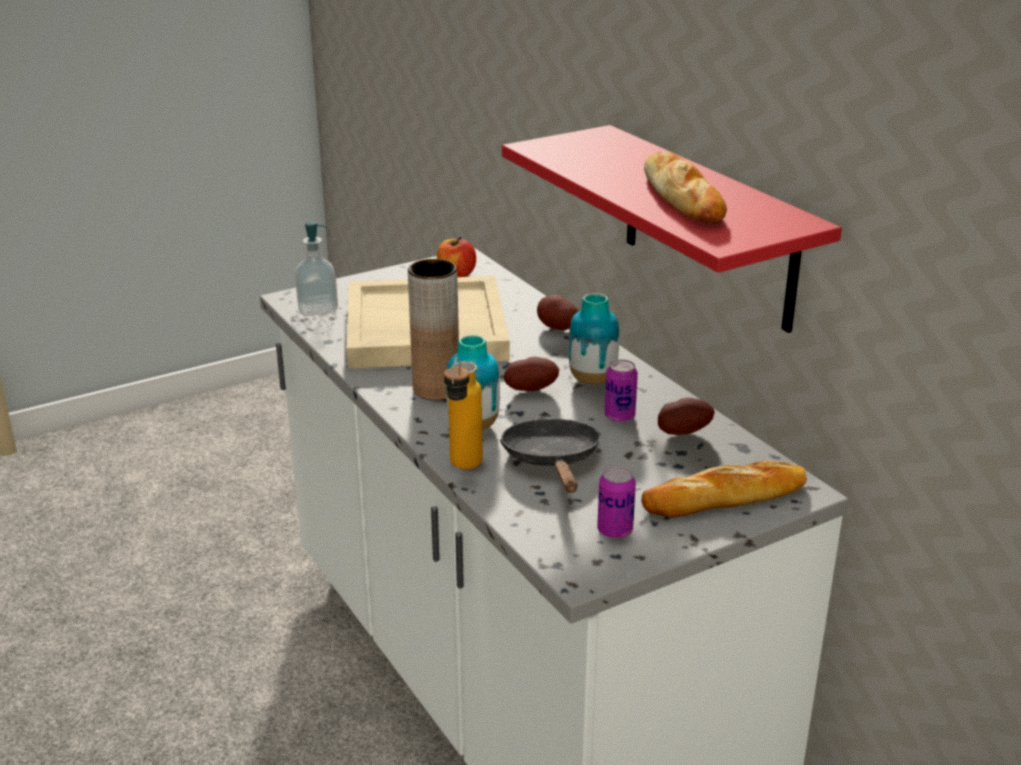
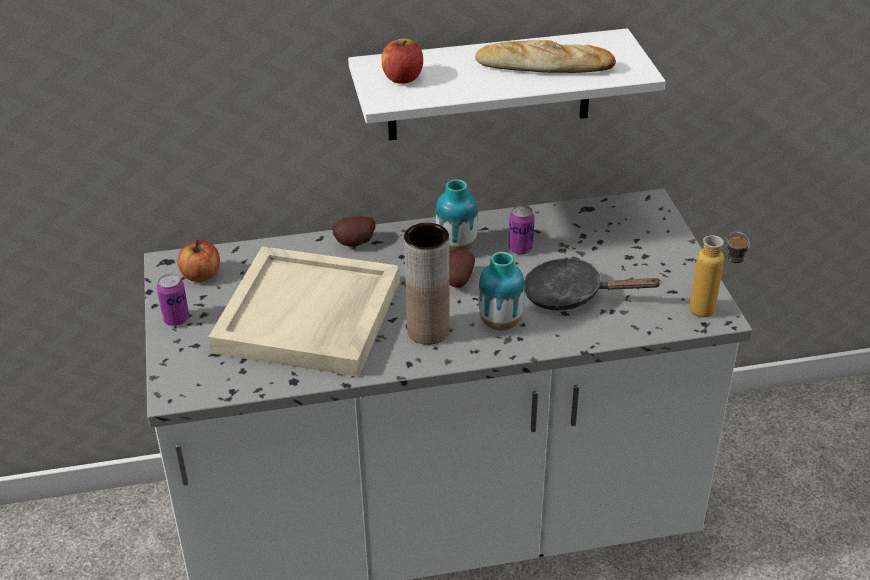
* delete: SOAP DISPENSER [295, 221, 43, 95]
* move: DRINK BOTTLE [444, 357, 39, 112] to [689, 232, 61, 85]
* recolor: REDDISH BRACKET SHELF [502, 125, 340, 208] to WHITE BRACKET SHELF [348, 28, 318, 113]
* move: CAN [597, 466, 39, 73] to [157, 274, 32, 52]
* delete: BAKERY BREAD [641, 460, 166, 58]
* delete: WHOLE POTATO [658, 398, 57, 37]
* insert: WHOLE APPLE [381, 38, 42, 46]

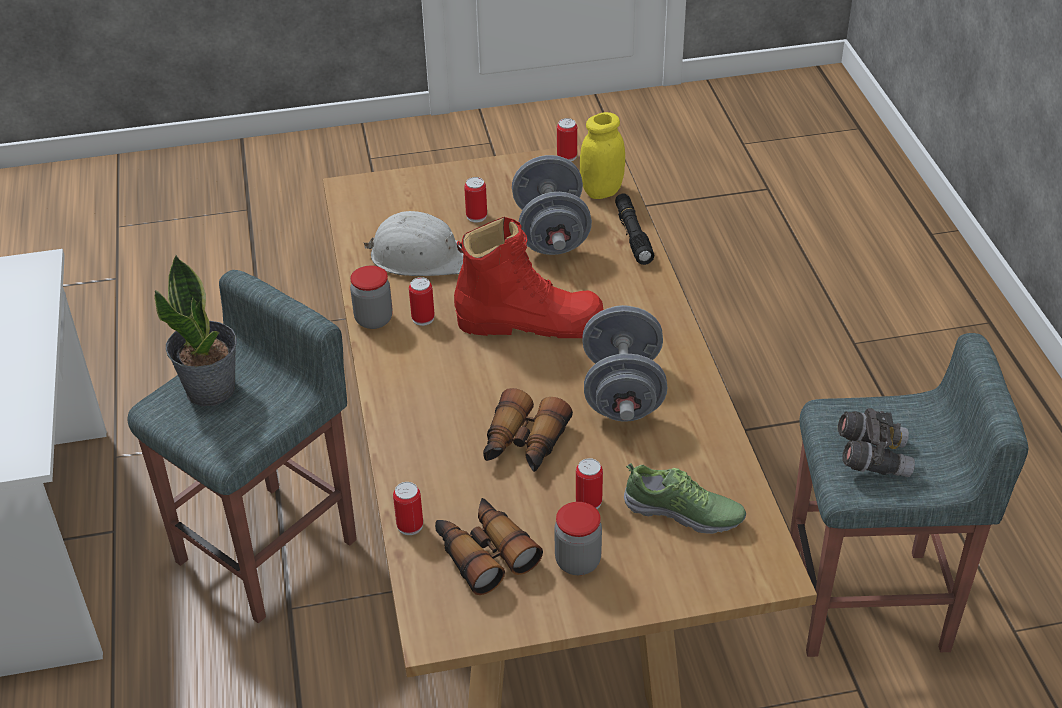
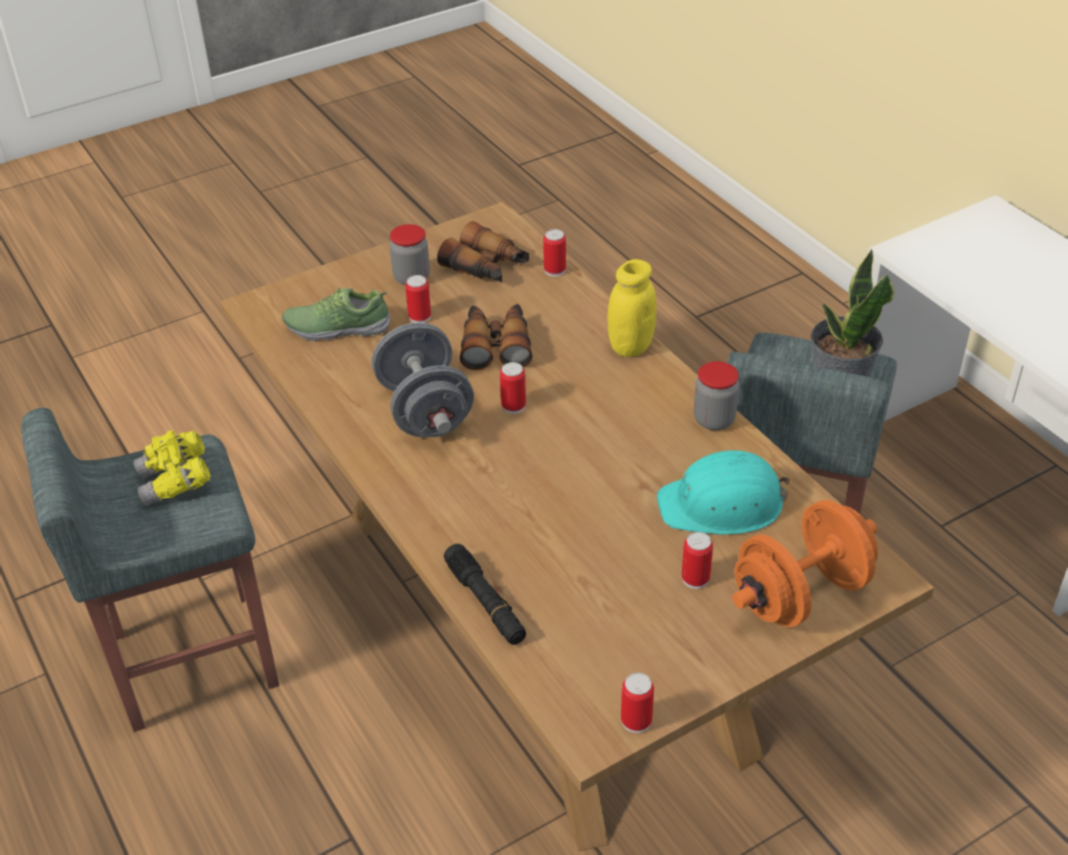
* recolor: WHITE HARD HAT [363, 211, 100, 65] to TURQUOISE HARD HAT [657, 450, 133, 85]
* move: CAN [409, 277, 26, 49] to [500, 362, 26, 52]
* delete: REDDISH BOOT [454, 217, 149, 121]
* delete: GREYISH HAND WEIGHT [512, 155, 80, 100]
* move: YELLOW-COLOURED PRESERVE JAR [580, 112, 45, 87] to [607, 259, 50, 98]
* recolor: GREYISH PAIR OF BINOCULARS [838, 408, 77, 69] to YELLOW-COLOURED PAIR OF BINOCULARS [133, 431, 77, 75]
* insert: ORANGE-COLOURED HAND WEIGHT [732, 500, 146, 127]

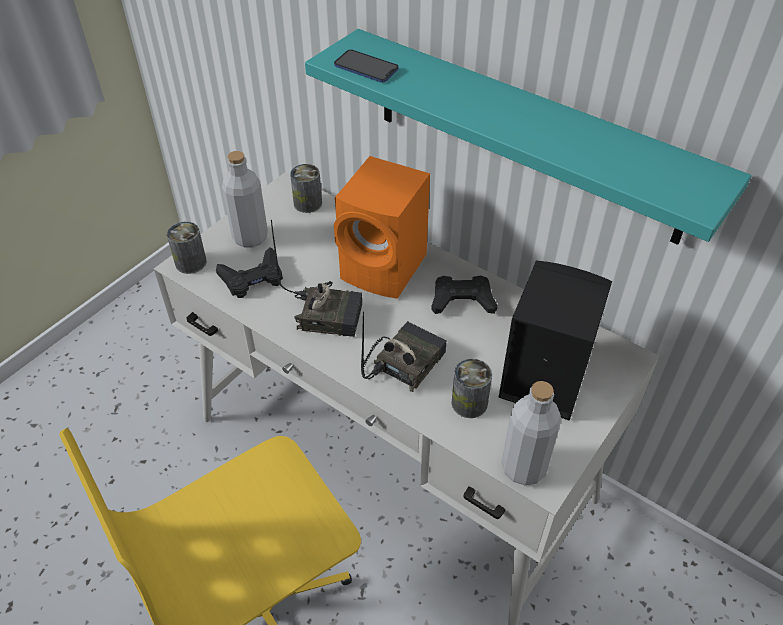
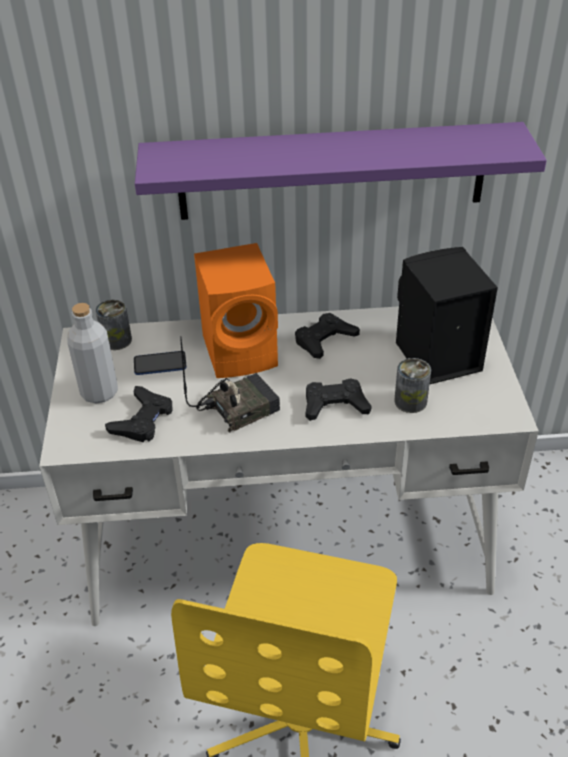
* delete: CAN [167, 222, 40, 52]
* recolor: TURQUOISE BRACKET SHELF [305, 29, 446, 216] to PURPLISH BRACKET SHELF [135, 122, 412, 98]
* move: HANDSET [334, 49, 65, 34] to [134, 351, 53, 24]
* replace: RADIO [361, 312, 86, 80] to BLACK GAMEPAD [305, 378, 66, 43]
* delete: GREYISH DRINK BOTTLE [501, 381, 61, 104]

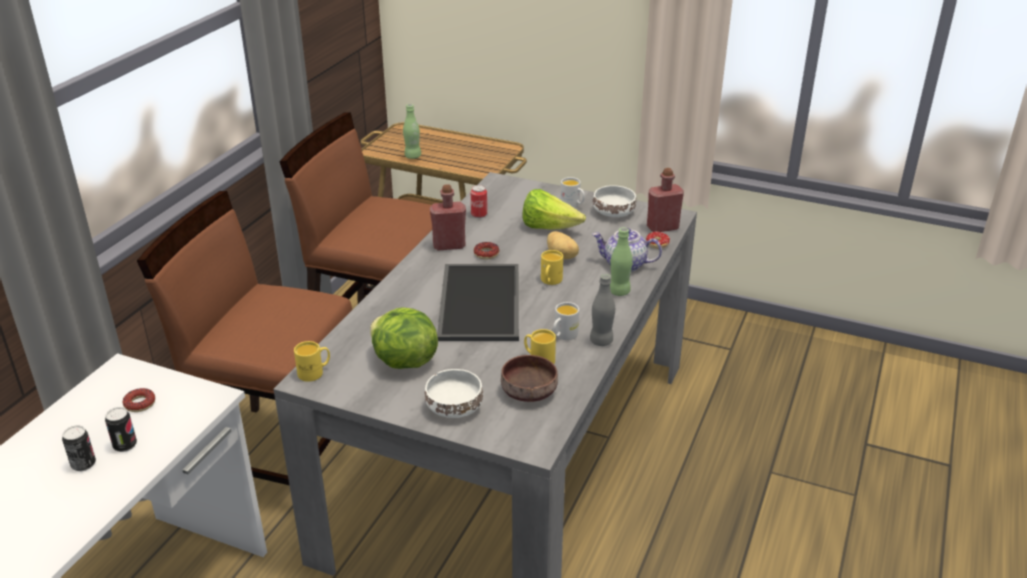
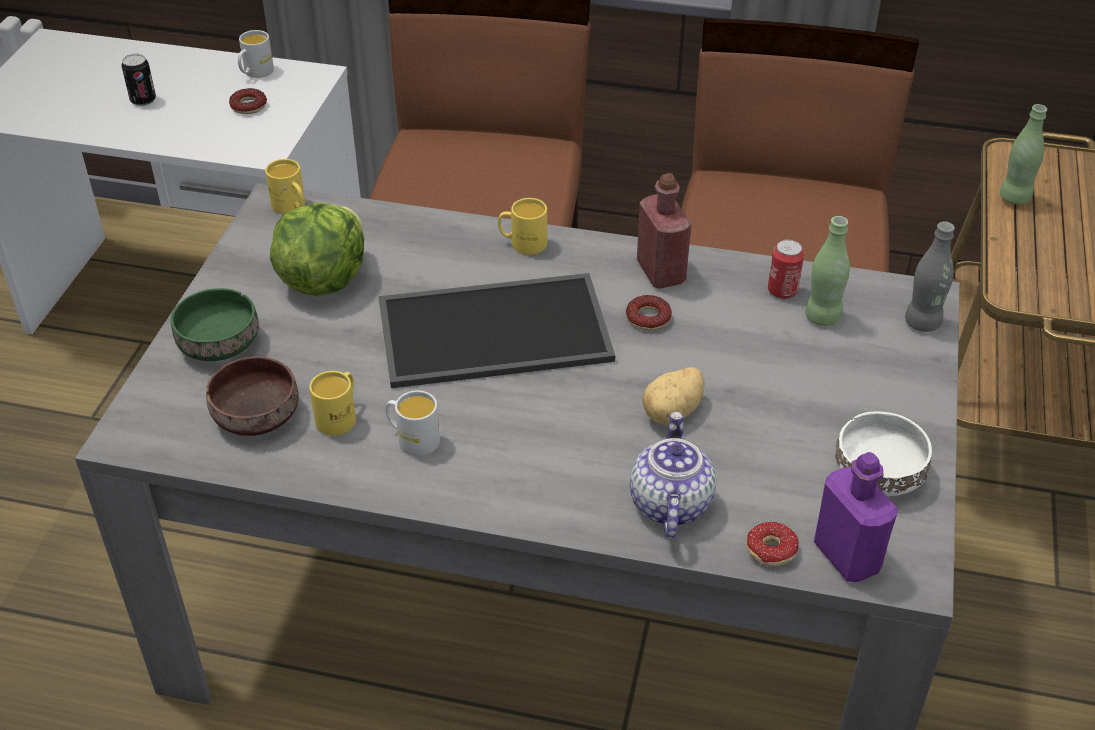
* delete: CAN [105, 407, 32, 45]
* recolor: WHITE SERVING BOWL [425, 369, 58, 49] to GREENISH SERVING BOWL [171, 288, 88, 73]
* delete: LETTUCE [522, 189, 64, 40]
* move: YELLOW-COLOURED MUG [541, 250, 22, 35] to [498, 198, 49, 57]
* move: WHITE MUG [560, 177, 25, 31] to [238, 30, 36, 48]
* move: GREYISH DRINK BOTTLE [590, 274, 25, 72] to [905, 221, 50, 111]
* move: GREENISH DRINK BOTTLE [610, 227, 23, 69] to [805, 216, 45, 110]
* recolor: REDDISH DRINK BOTTLE [647, 168, 37, 64] to PURPLISH DRINK BOTTLE [814, 452, 84, 130]

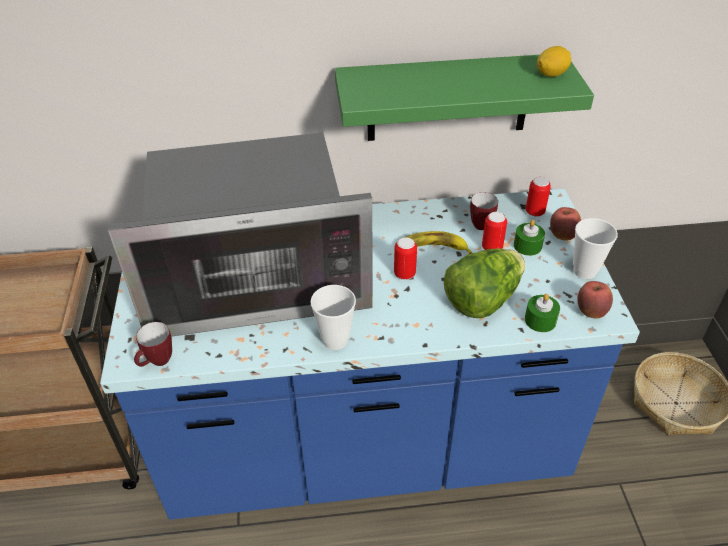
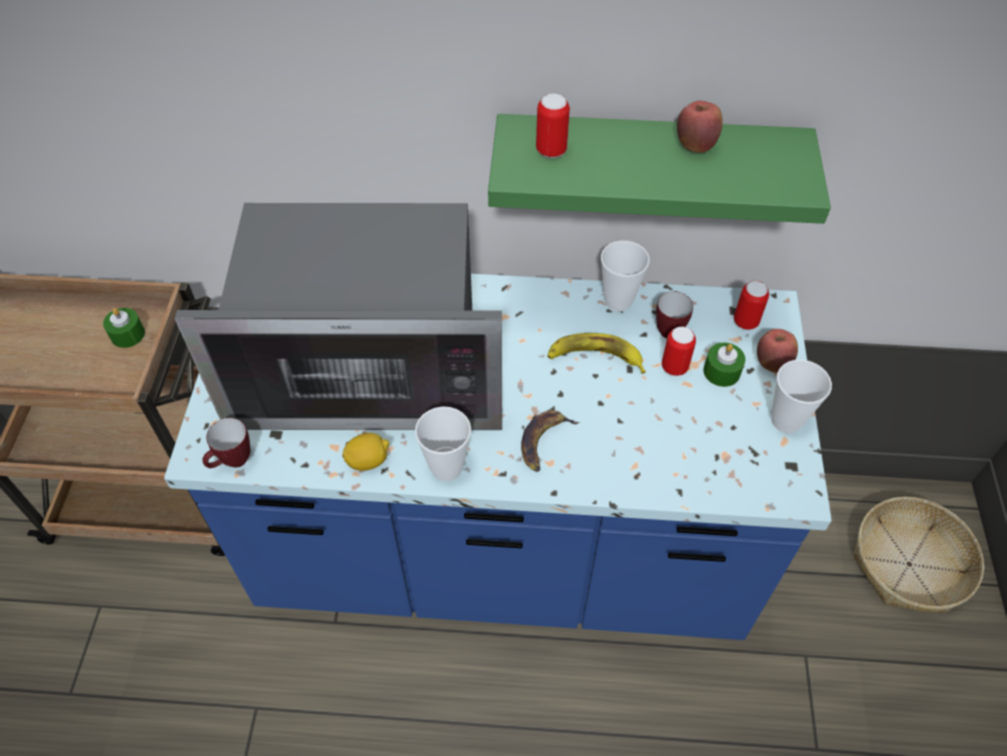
* move: CAN [394, 237, 23, 43] to [536, 94, 34, 64]
* delete: LETTUCE [444, 248, 81, 70]
* move: GREENISH WAX LIGHT [525, 294, 35, 38] to [103, 308, 42, 40]
* move: WHOLE LEMON [537, 46, 34, 31] to [342, 433, 47, 38]
* move: WHOLE APPLE [577, 281, 36, 37] to [677, 101, 46, 52]
* insert: BANANA FRUIT [521, 410, 59, 62]
* insert: SMALL CUP [601, 241, 49, 70]

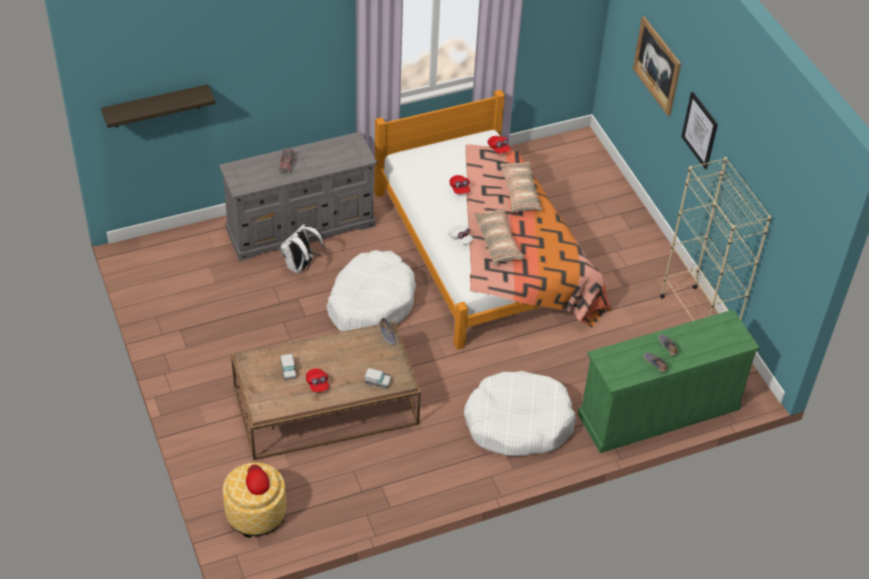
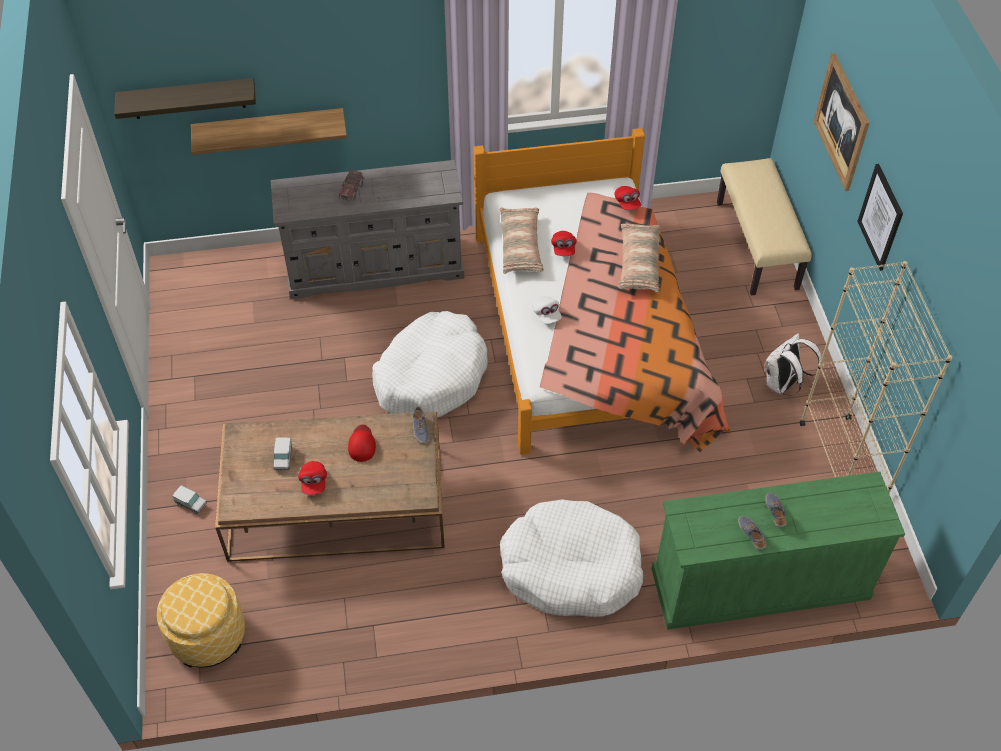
* move: REDDISH BASEBALL CAP [246, 464, 24, 31] to [348, 425, 28, 37]
* move: WHITE RUCKSACK [280, 224, 44, 49] to [765, 333, 56, 63]
* move: TOY LORRY [365, 368, 26, 21] to [172, 485, 35, 29]
* move: PILLOW [474, 209, 50, 55] to [500, 208, 44, 66]
* insert: BRACKET SHELF [191, 108, 156, 47]
* insert: BEIGE INDOOR BENCH [717, 158, 95, 138]

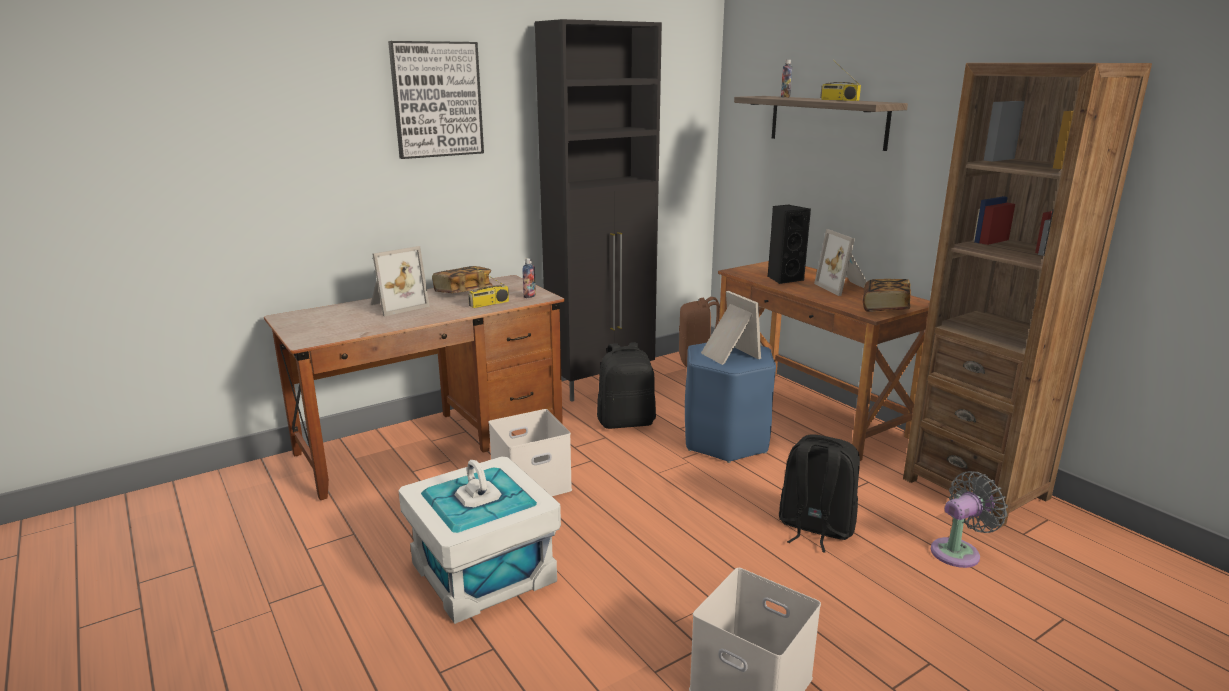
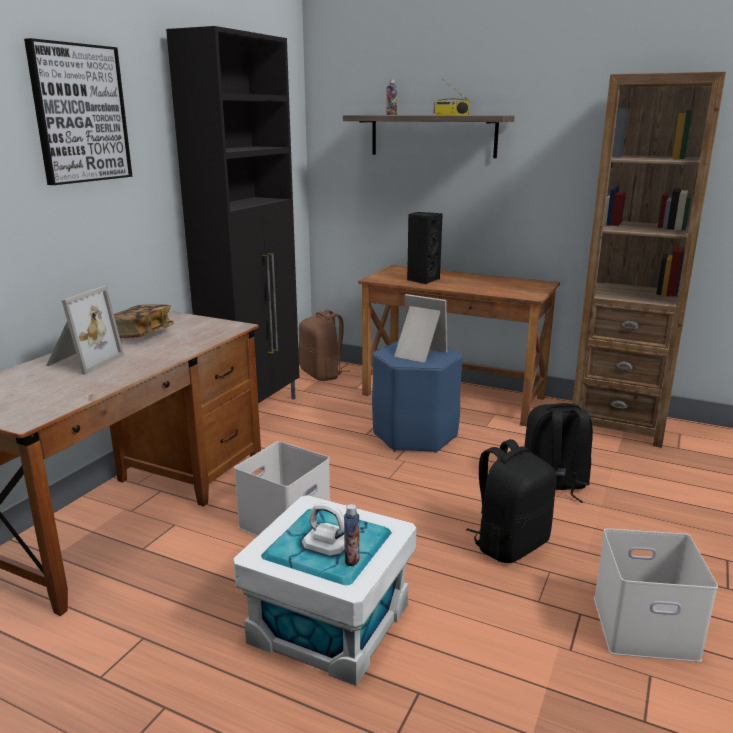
* delete: RADIO [468, 267, 41, 41]
* move: DRINK BOTTLE [522, 258, 14, 40] to [344, 504, 15, 62]
* move: BLACK RUCKSACK [597, 342, 59, 87] to [466, 439, 91, 124]
* delete: PHOTO FRAME [814, 229, 53, 67]
* delete: BOOK [863, 279, 48, 33]
* delete: GREYISH ELECTRIC FAN [931, 471, 77, 97]

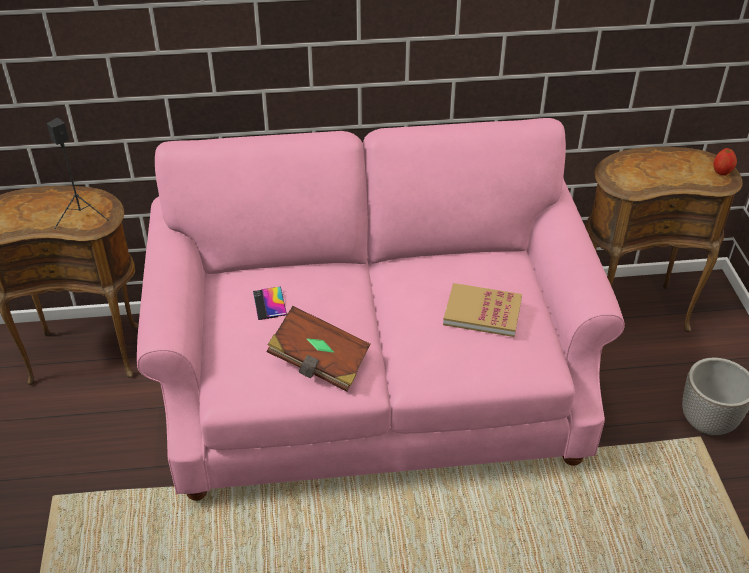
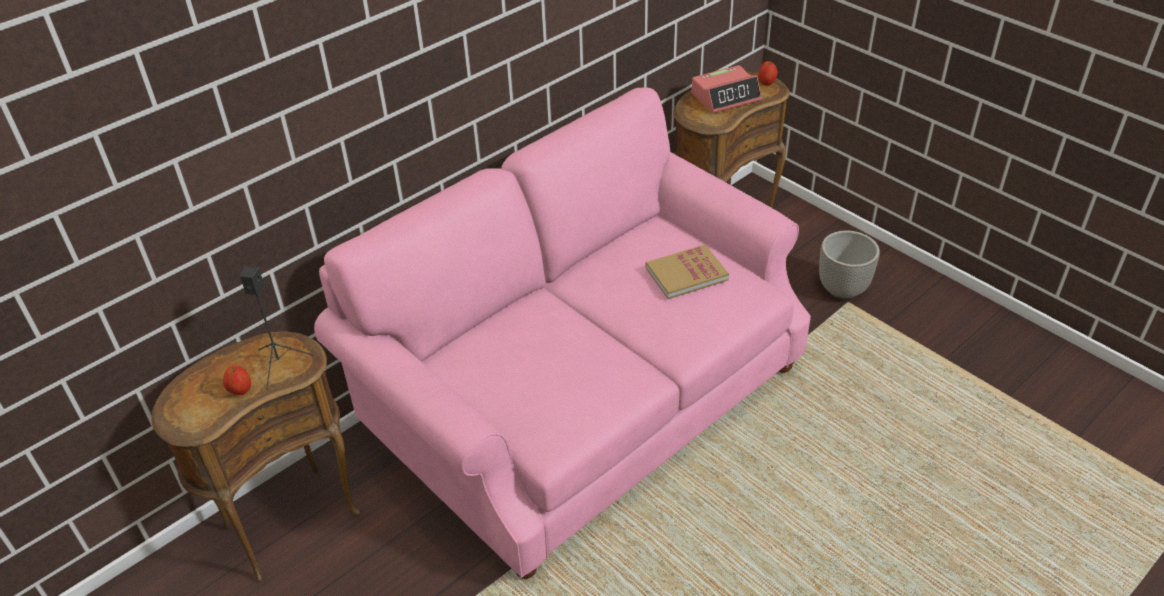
* delete: HANDSET [253, 287, 34, 33]
* delete: BROWN BOOK [267, 306, 104, 86]
* insert: WHOLE APPLE [223, 365, 28, 30]
* insert: BEDSIDE CLOCK [692, 65, 70, 48]

